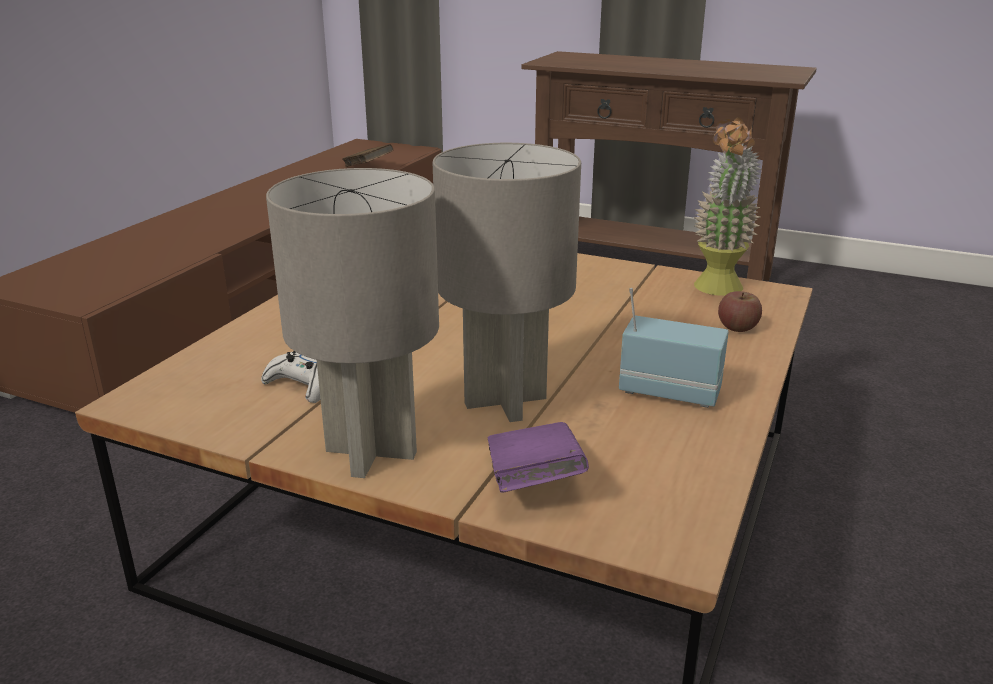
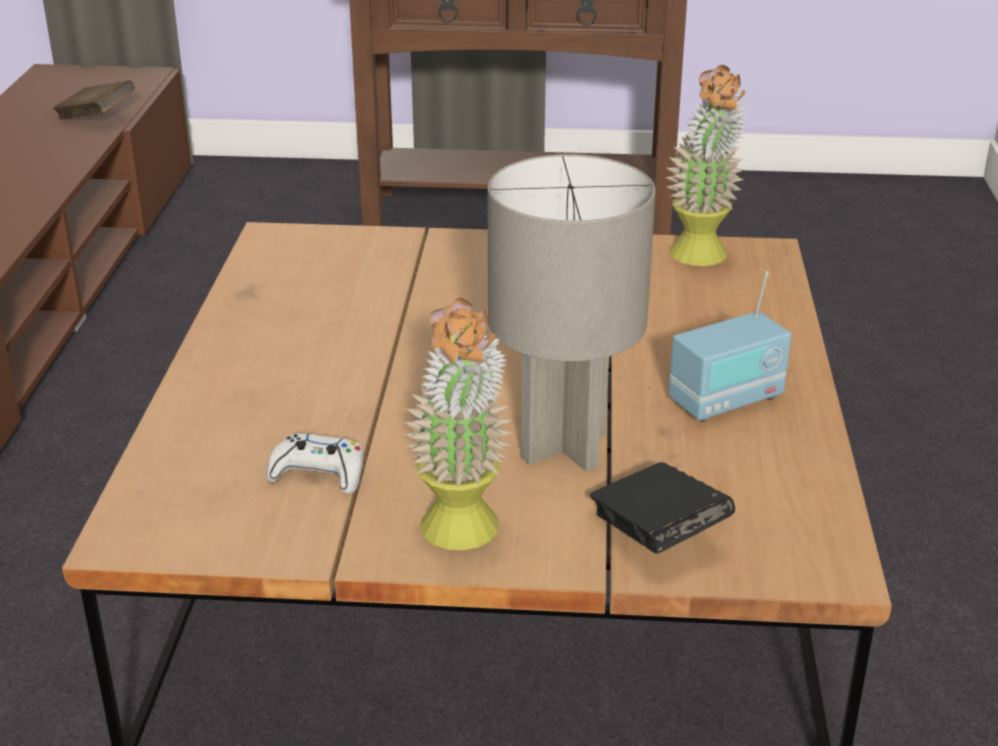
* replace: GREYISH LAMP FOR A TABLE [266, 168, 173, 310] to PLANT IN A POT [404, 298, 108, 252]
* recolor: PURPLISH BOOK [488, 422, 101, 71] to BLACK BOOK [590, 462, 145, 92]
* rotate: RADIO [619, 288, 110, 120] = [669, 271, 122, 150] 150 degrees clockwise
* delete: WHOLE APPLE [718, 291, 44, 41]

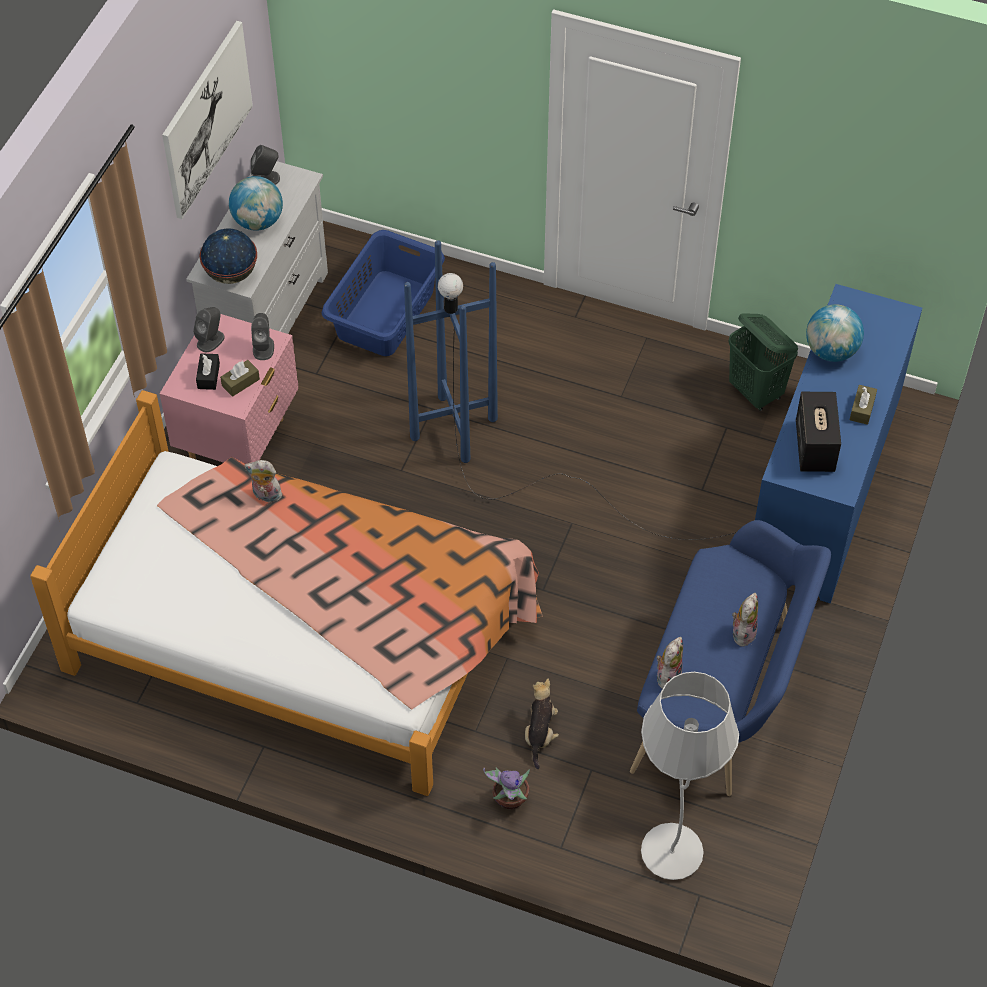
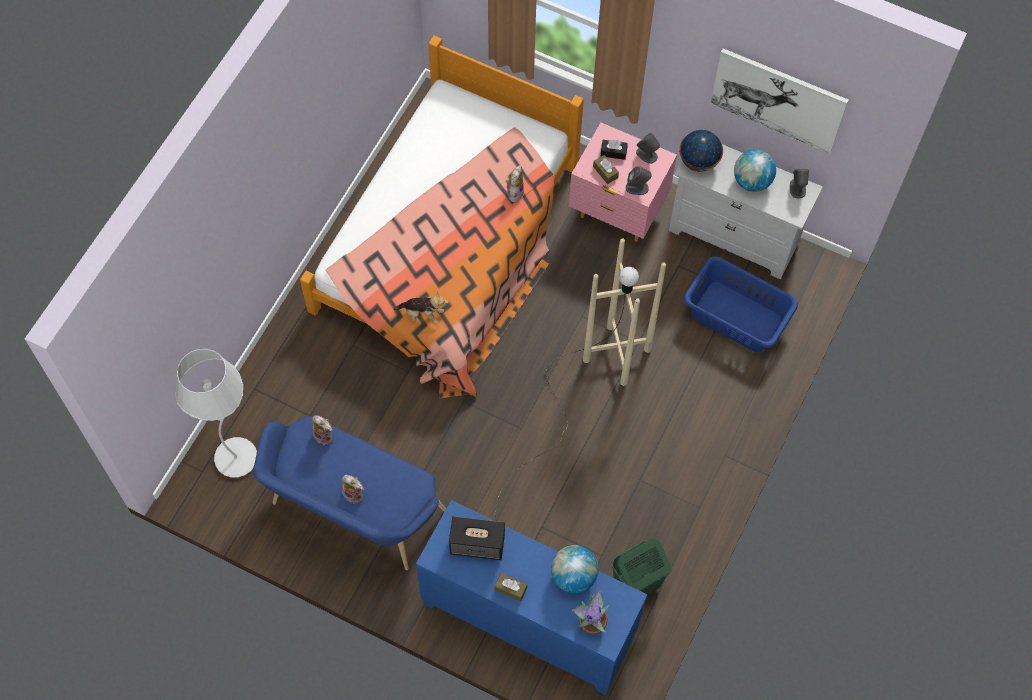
* recolor: BLUE-COLOURED STANDARD LAMP [404, 240, 332, 300] to BEIGE STANDARD LAMP [495, 238, 171, 274]
* move: PLANT IN A POT [483, 768, 47, 41] to [572, 590, 37, 45]
* move: CUDDLY TOY [525, 678, 34, 91] to [394, 292, 54, 32]

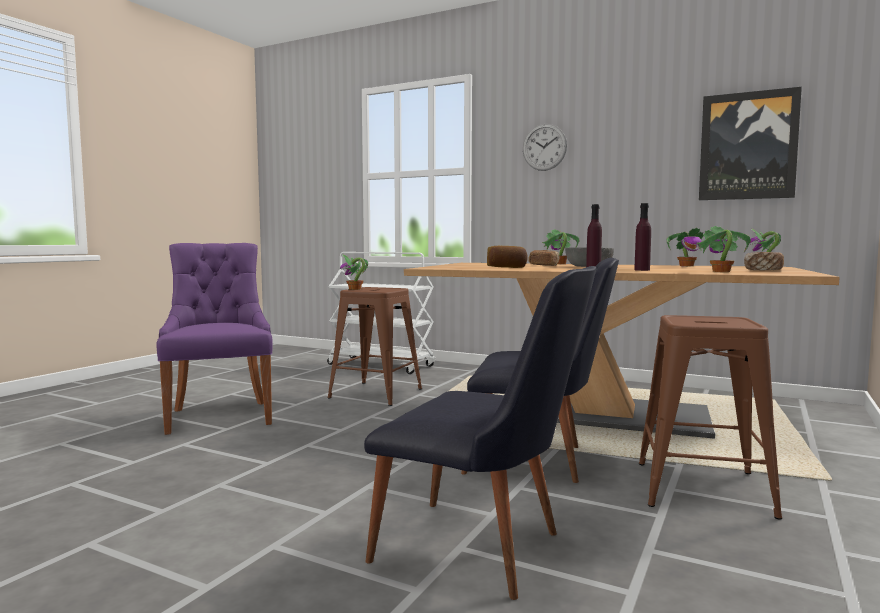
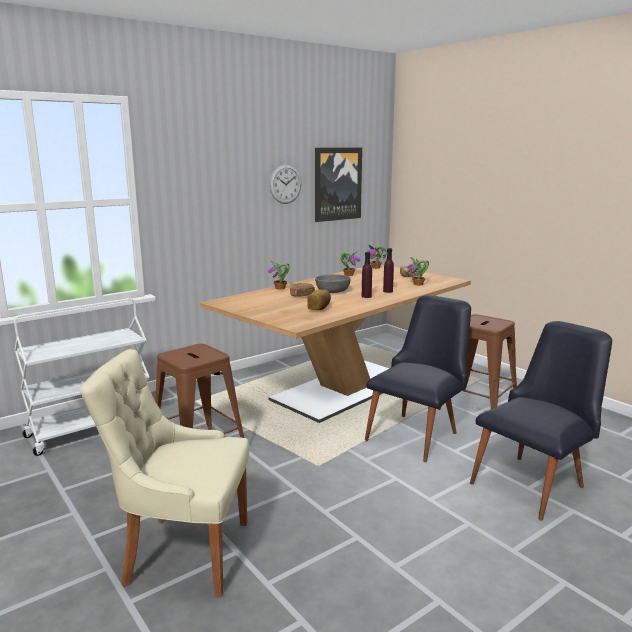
* recolor: PURPLISH PLAIN CHAIR [156, 243, 117, 192] to BEIGE PLAIN CHAIR [80, 349, 169, 248]
* delete: PLANT IN A POT [340, 255, 28, 35]
* move: CLOCK ON THE WALL [523, 124, 44, 47] to [269, 164, 33, 40]

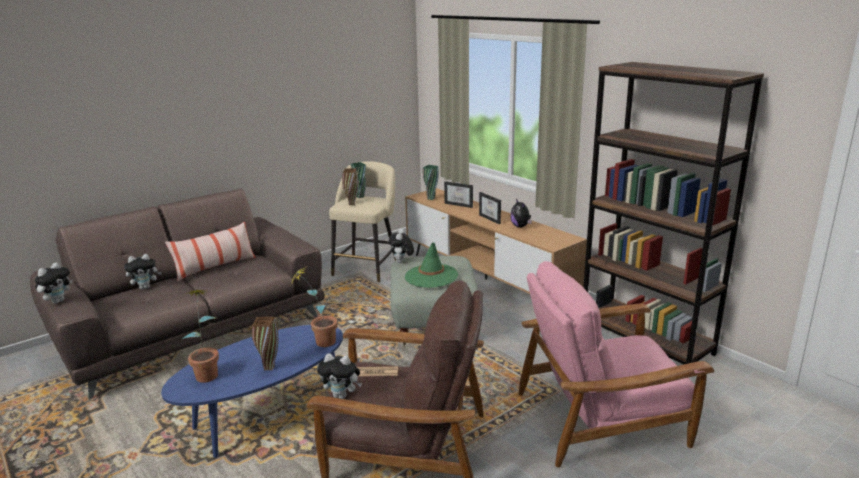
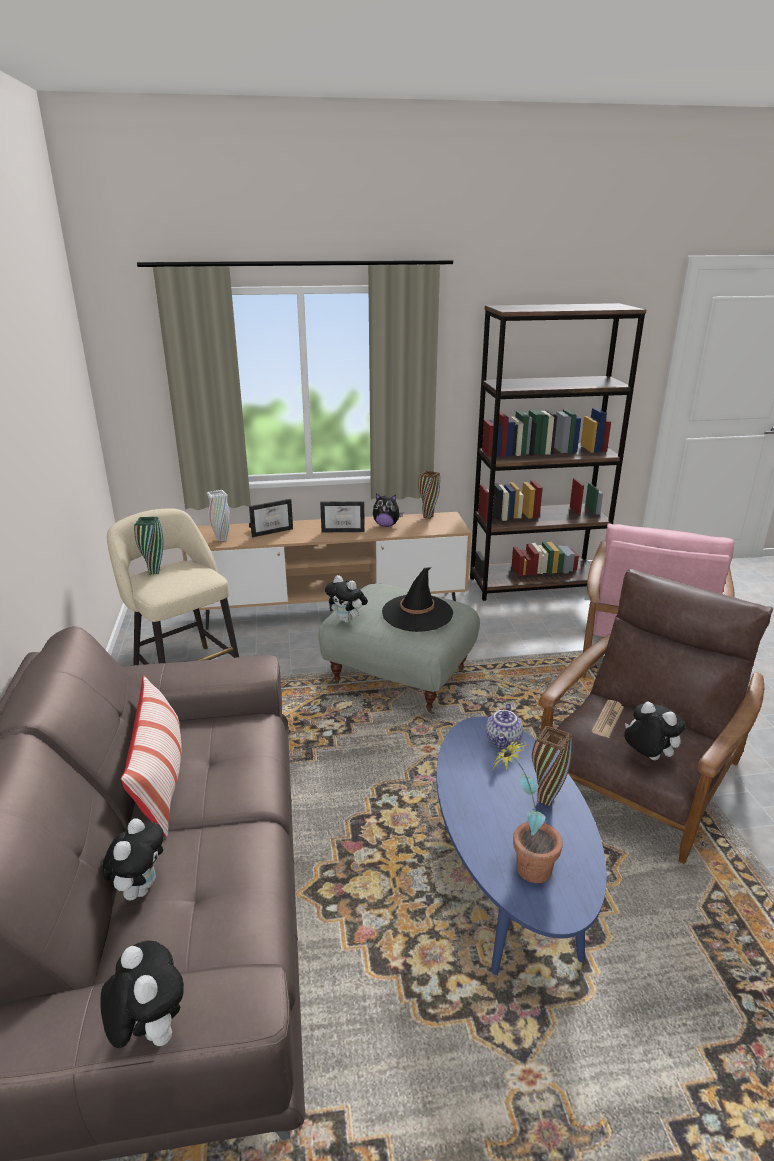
* replace: PLANT IN A POT [291, 267, 47, 80] to TEAPOT [486, 703, 37, 46]
* rotate: CUDDLY TOY [317, 353, 45, 46] = [624, 702, 62, 58] 90 degrees counterclockwise
* move: BROWN DECORATIVE VASE [342, 168, 17, 37] to [418, 470, 22, 49]
* recolor: GREENISH WEARABLE HAT [405, 242, 53, 46] to BLACK WEARABLE HAT [382, 567, 71, 65]
* recolor: GREENISH DECORATIVE VASE [423, 165, 16, 35] to WHITE DECORATIVE VASE [207, 490, 23, 52]

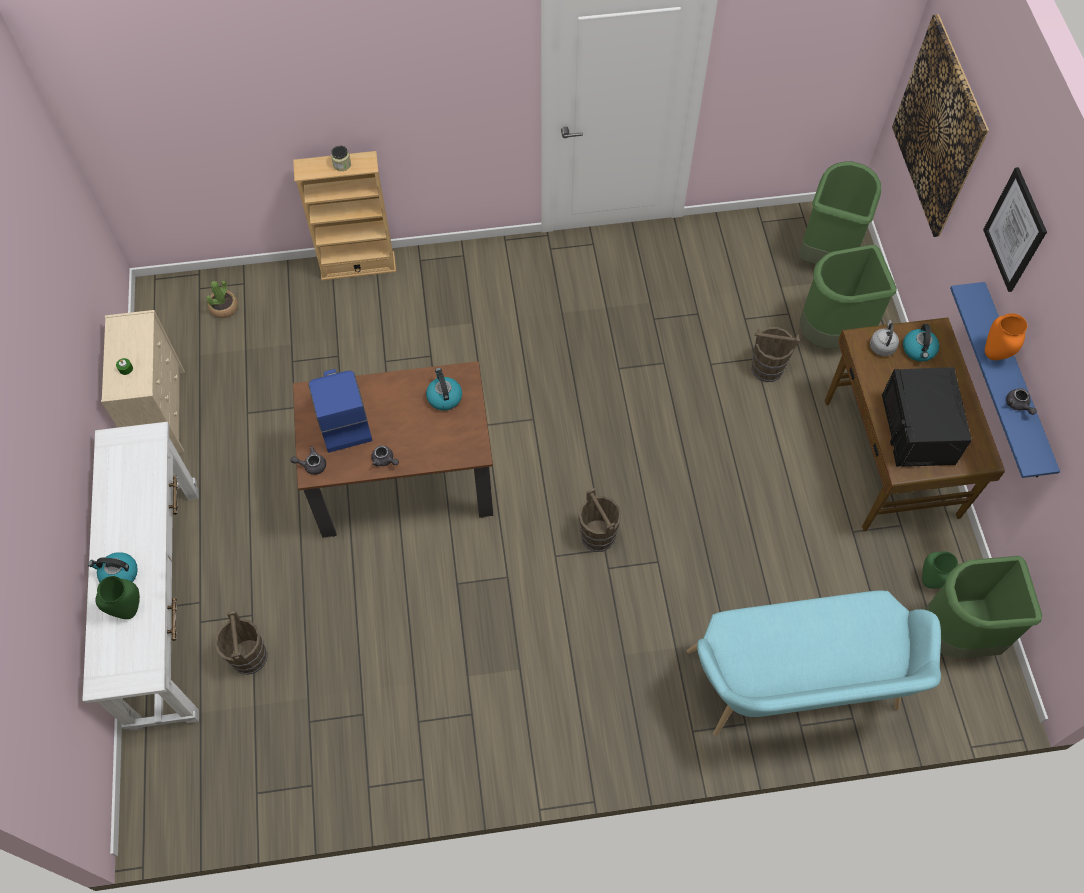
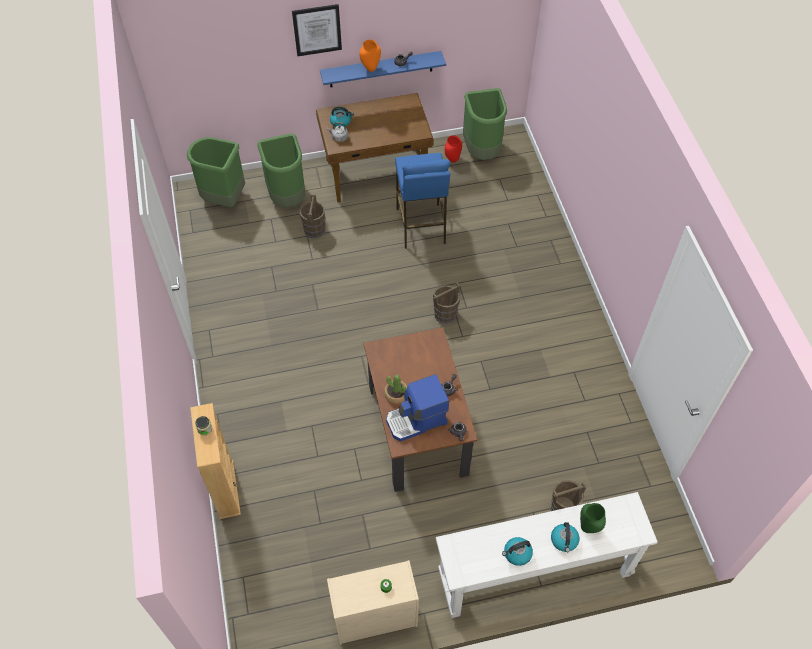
* move: PLANT IN A POT [206, 281, 32, 37] to [384, 375, 23, 29]
* move: WATER KETTLE [426, 368, 36, 43] to [502, 537, 31, 29]
* delete: TURQUOISE INDOOR BENCH [687, 590, 254, 146]
* delete: BLACK MICROWAVE OVEN [882, 367, 90, 100]
* delete: WALL ART [892, 14, 97, 223]
* recolor: GREENISH DECORATIVE VASE [922, 551, 36, 38] to REDDISH DECORATIVE VASE [445, 135, 17, 28]
* insert: BLUE-COLOURED SITTING STOOL [395, 153, 55, 96]

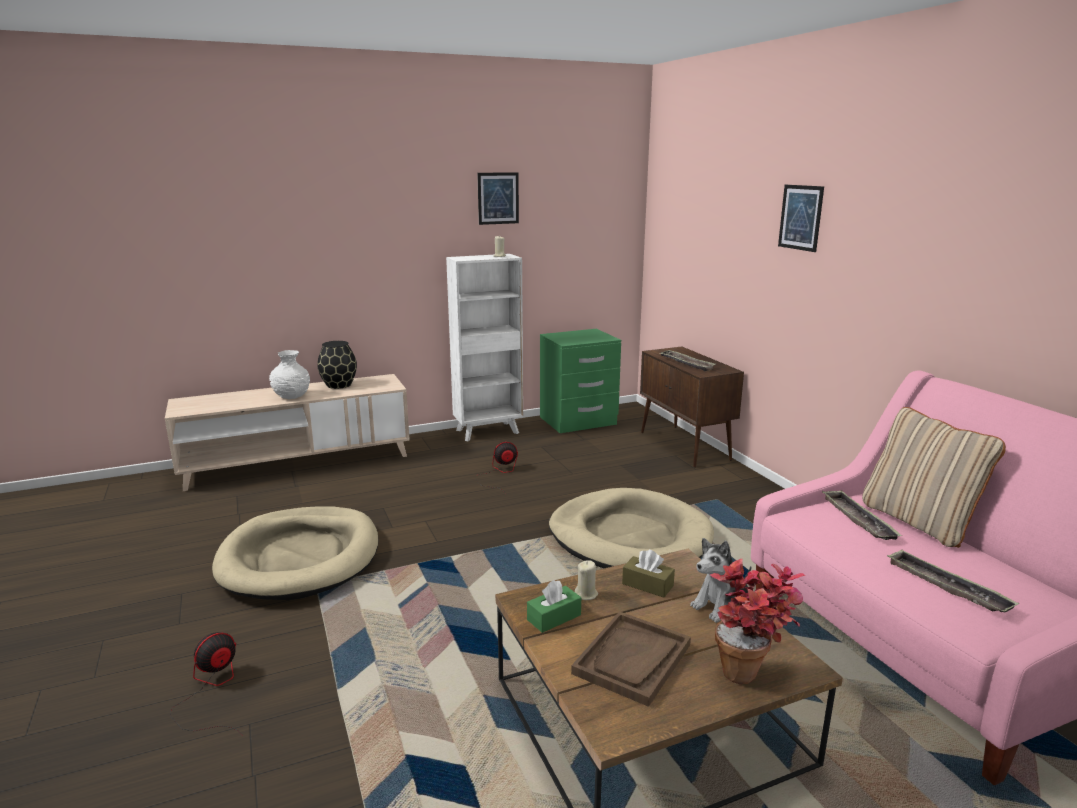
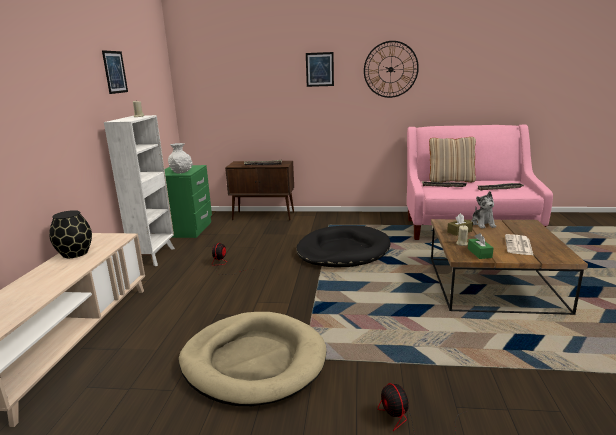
* move: WHITE DECORATIVE VASE [269, 350, 41, 49] to [168, 143, 25, 31]
* recolor: BEIGE PET BED [549, 488, 165, 80] to BLACK PET BED [296, 226, 94, 42]
* replace: BROWN CARRYING TRAY [571, 611, 120, 96] to NEWSPAPER [505, 234, 29, 22]
* delete: PLANT IN A POT [710, 559, 95, 125]
* insert: CLOCK ON THE WALL [364, 41, 55, 57]

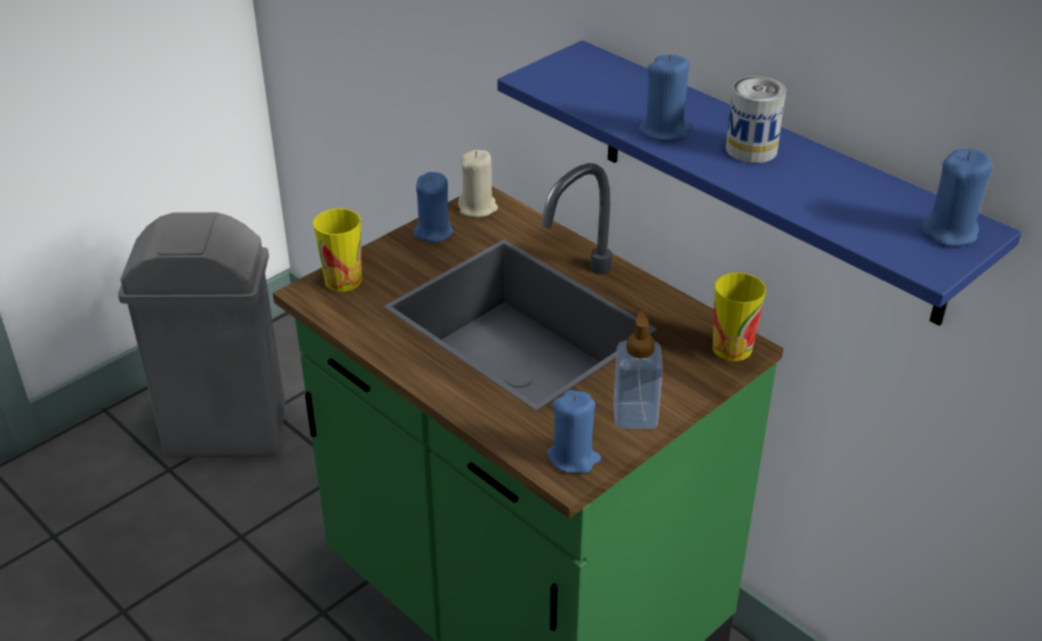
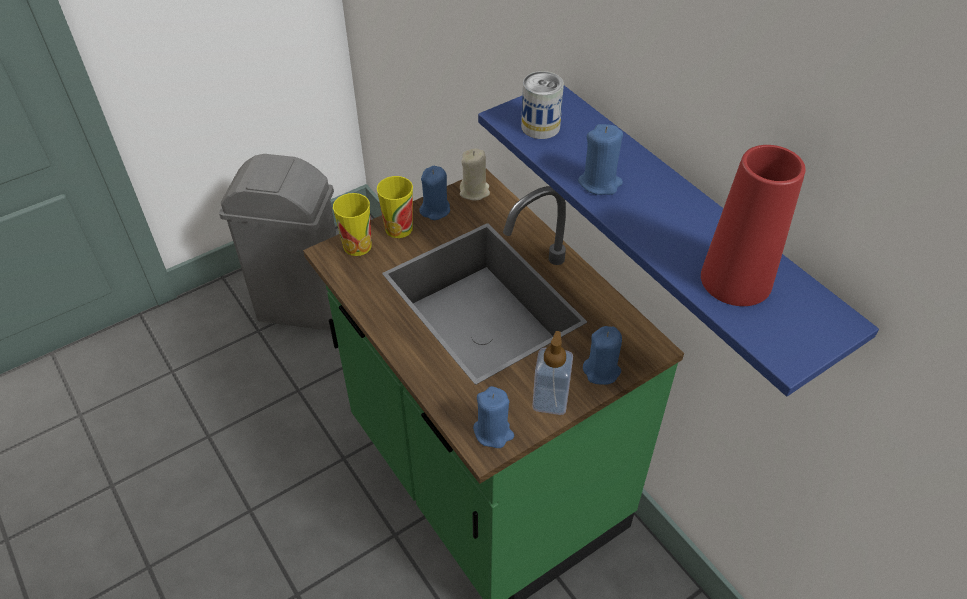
* move: SMALL CUP [713, 272, 53, 89] to [377, 176, 36, 62]
* move: CAN [726, 76, 60, 87] to [521, 71, 43, 68]
* move: BLUE-COLOURED WAX LIGHT [920, 148, 72, 98] to [583, 326, 39, 59]
* insert: REDDISH DECORATIVE VASE [701, 145, 105, 161]

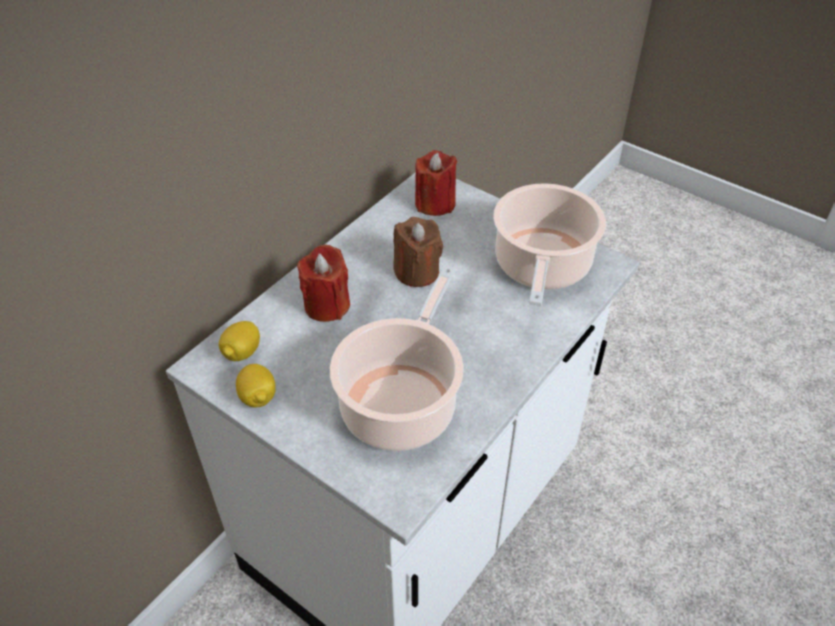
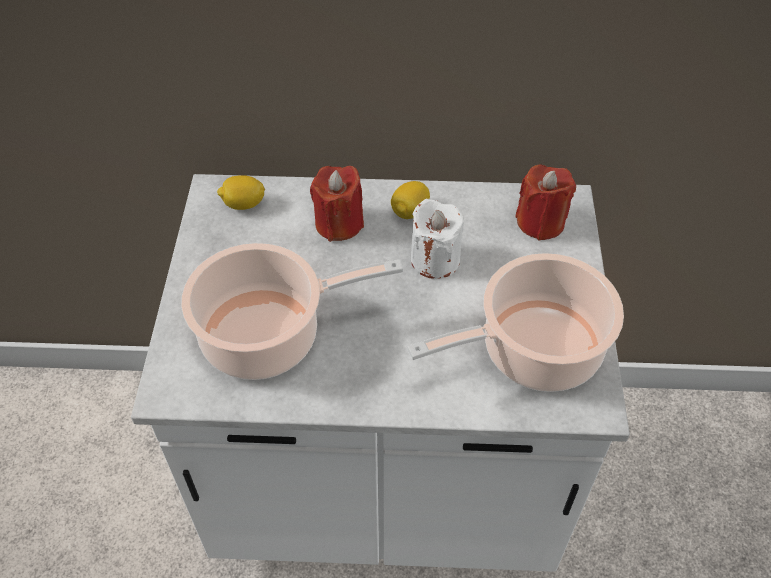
* move: WHOLE LEMON [236, 364, 40, 43] to [391, 181, 39, 38]
* recolor: BROWN WAX LIGHT [393, 217, 50, 70] to WHITE WAX LIGHT [411, 198, 53, 81]

